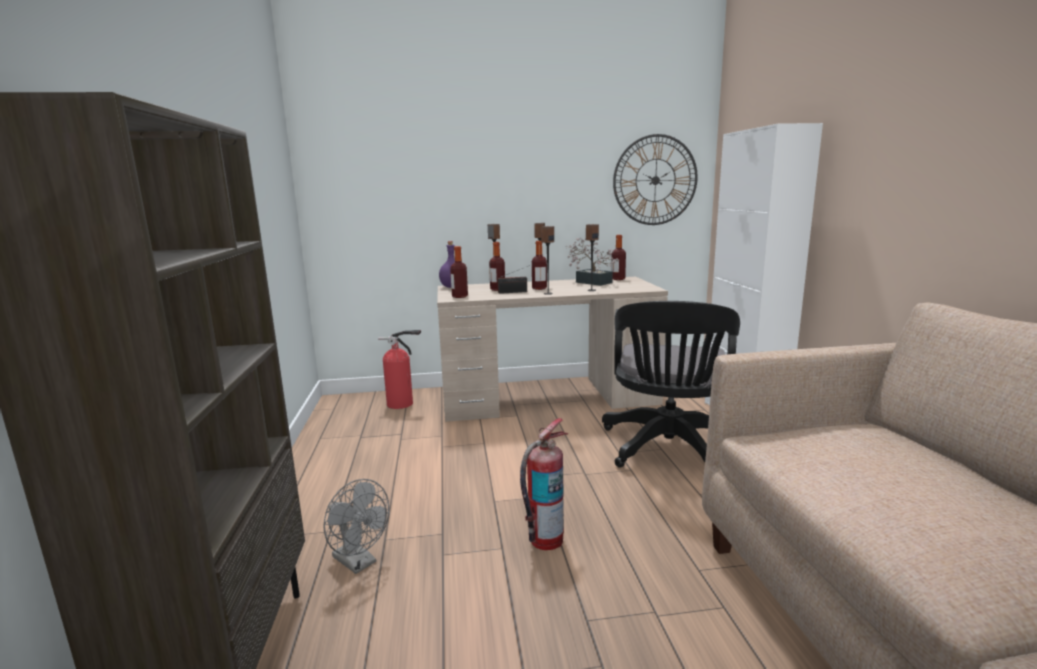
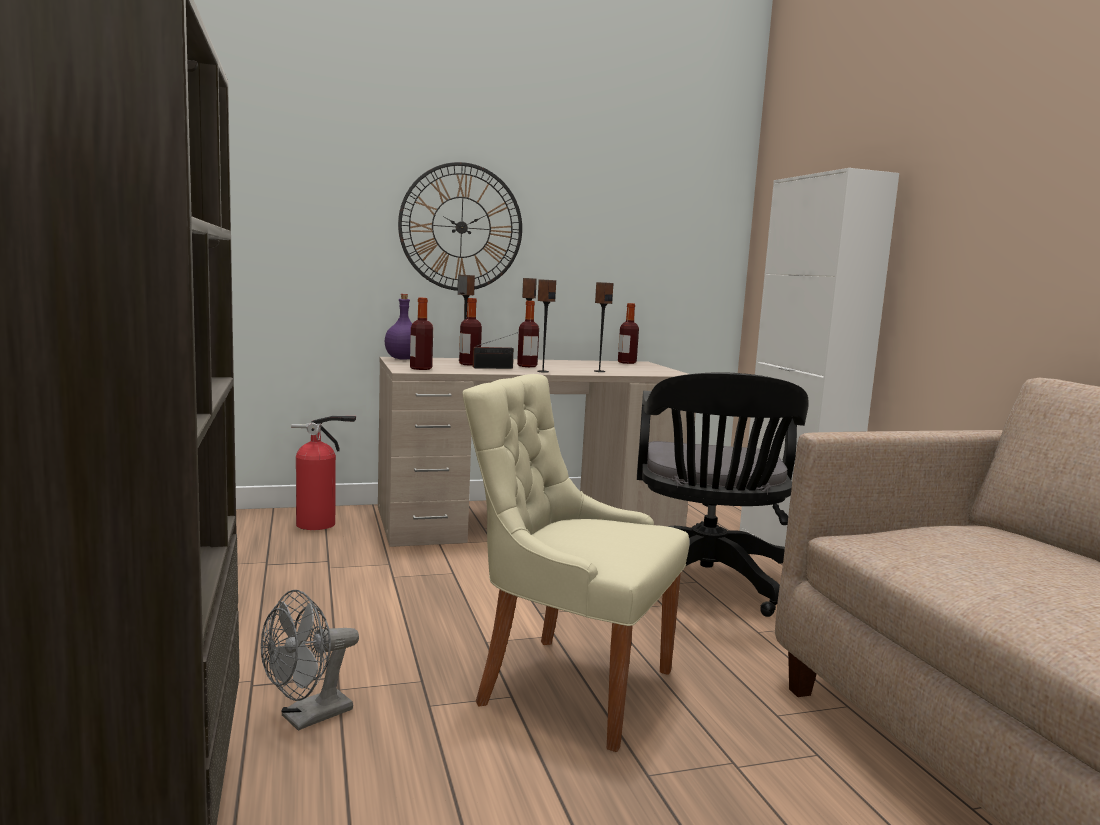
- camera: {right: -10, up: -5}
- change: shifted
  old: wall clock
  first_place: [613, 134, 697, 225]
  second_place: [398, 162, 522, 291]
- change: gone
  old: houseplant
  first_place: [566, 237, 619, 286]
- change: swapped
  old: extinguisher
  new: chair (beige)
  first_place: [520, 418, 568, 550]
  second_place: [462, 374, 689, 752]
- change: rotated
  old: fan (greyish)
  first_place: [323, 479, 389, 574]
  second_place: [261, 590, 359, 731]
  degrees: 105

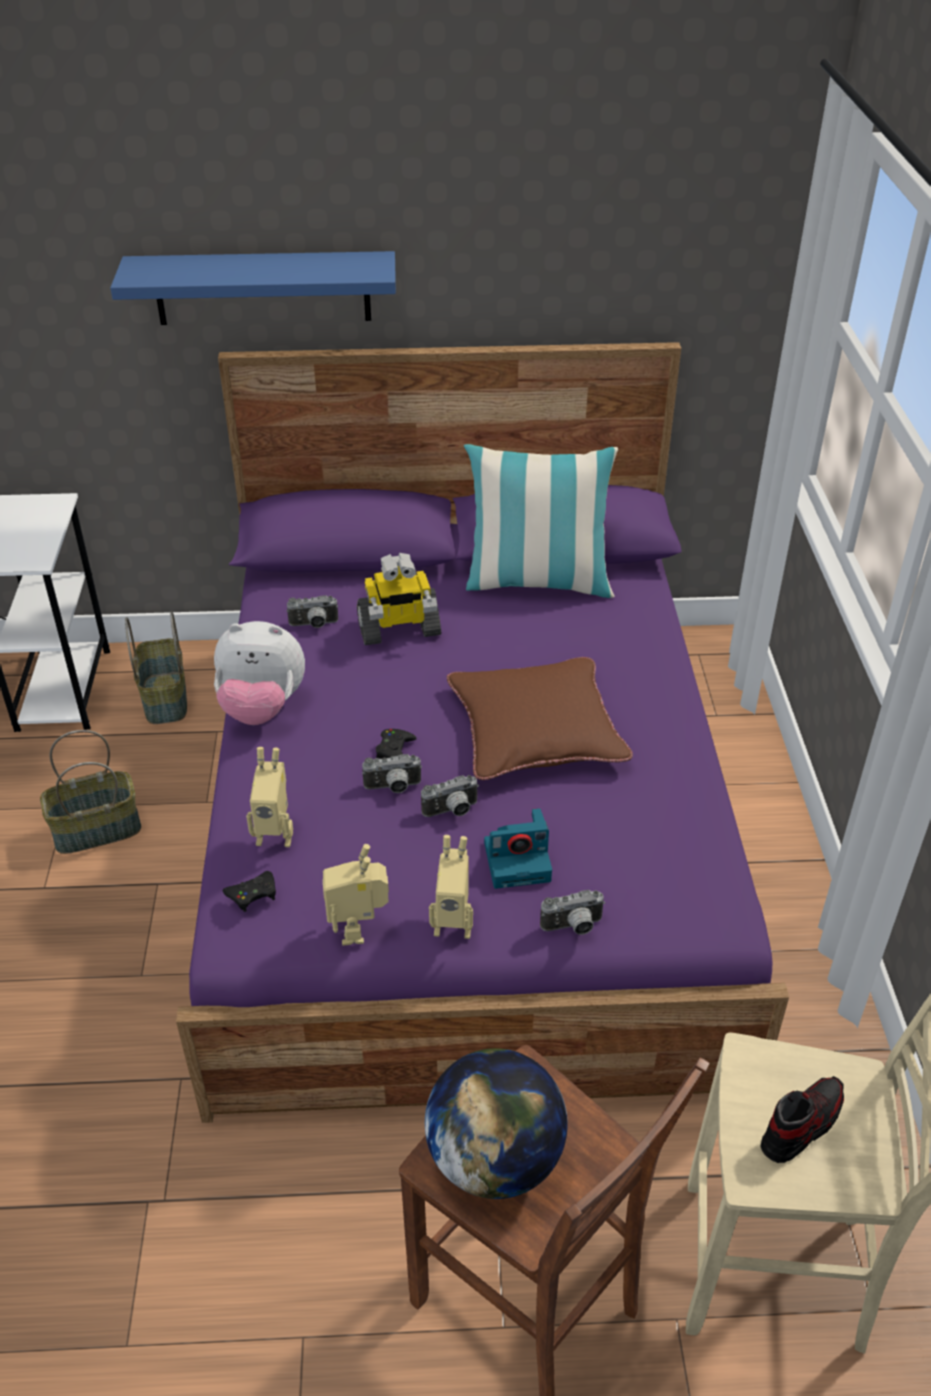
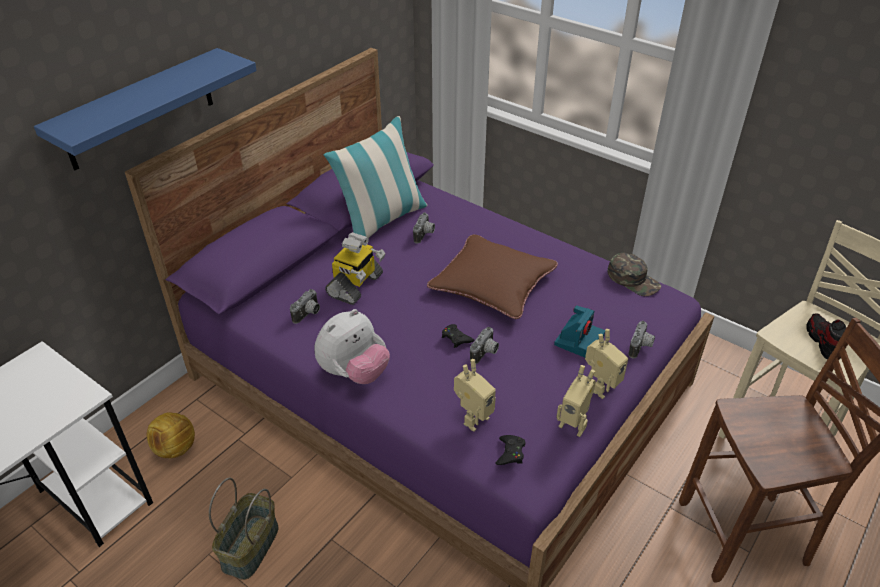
- camera: {right: -50, up: 0}
- change: swapped
  old: storage basket
  new: football ball
  first_place: [125, 611, 187, 724]
  second_place: [146, 412, 195, 458]
- change: shifted
  old: photo camera
  first_place: [421, 775, 479, 817]
  second_place: [413, 212, 435, 244]
- change: gone
  old: globe
  first_place: [425, 1048, 568, 1199]
- change: new
  new: cap (green)
  second_place: [608, 253, 661, 296]

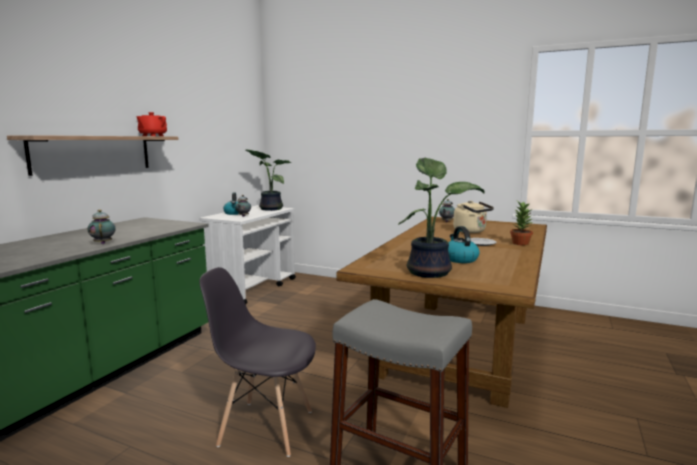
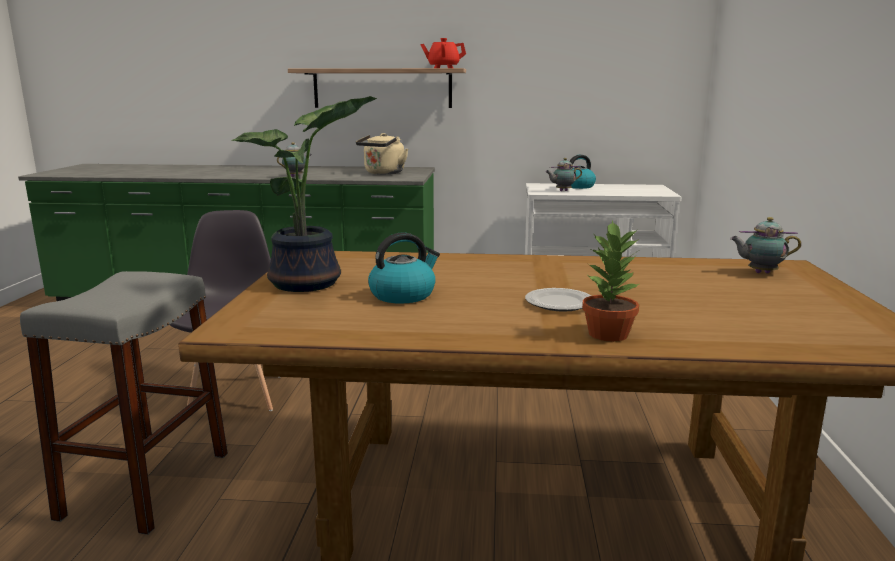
- camera: {right: 70, up: 5}
- change: gone
  old: houseplant
  first_place: [245, 149, 292, 211]
- change: shifted
  old: tea kettle (beige)
  first_place: [453, 201, 494, 233]
  second_place: [356, 133, 408, 174]

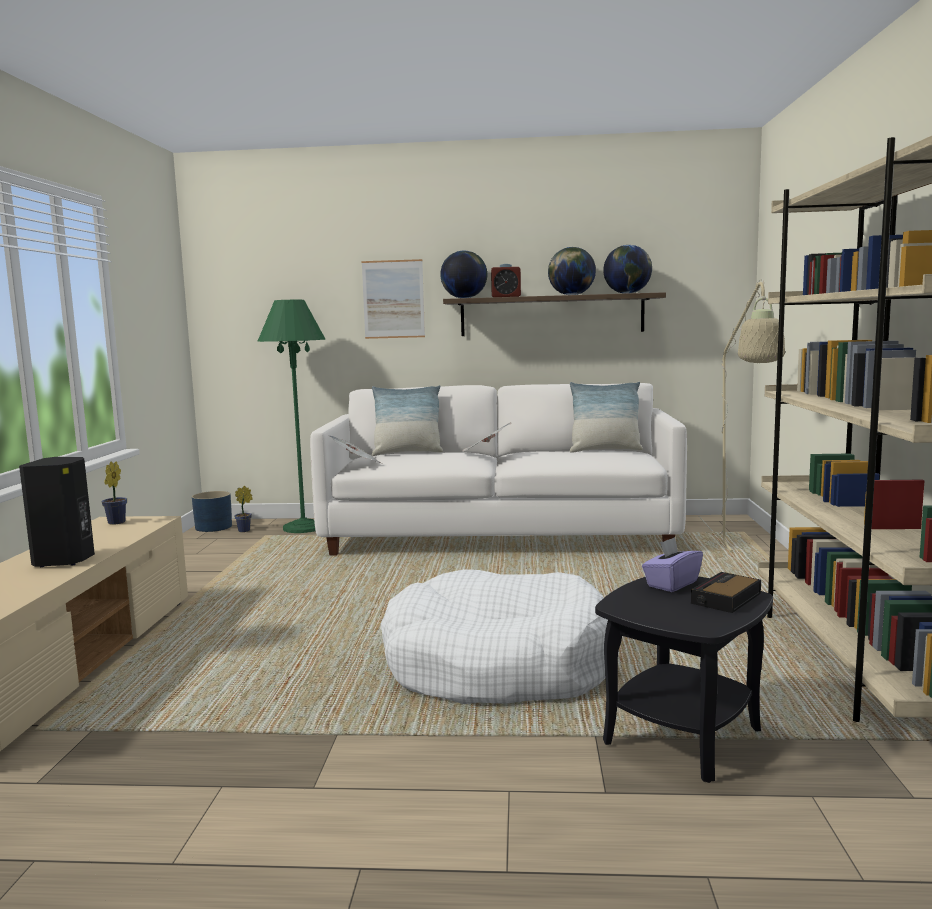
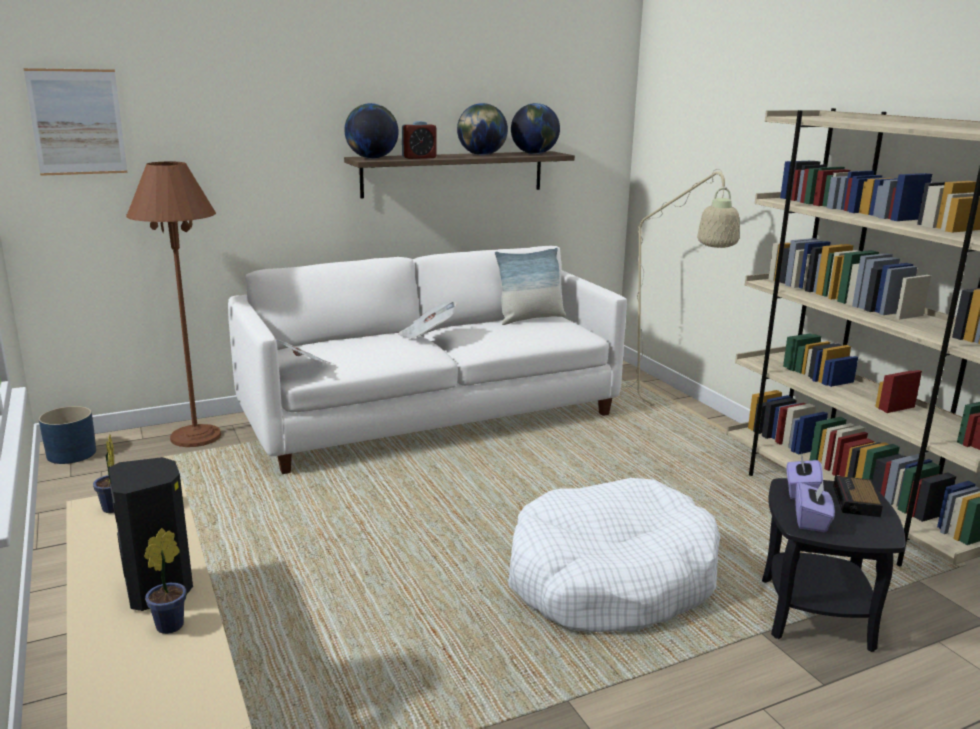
- camera: {right: -30, up: 10}
- change: shifted
  old: wall art
  first_place: [362, 259, 425, 339]
  second_place: [23, 68, 128, 176]
- change: repainted
  old: standard lamp (green)
  new: standard lamp (brown)
  first_place: [257, 300, 325, 533]
  second_place: [126, 162, 221, 447]
- change: gone
  old: cushion
  first_place: [372, 385, 443, 456]
- change: shifted
  old: houseplant
  first_place: [234, 486, 253, 532]
  second_place: [144, 528, 186, 634]
- change: new
  new: tissue box (purple)
  second_place: [795, 480, 835, 532]

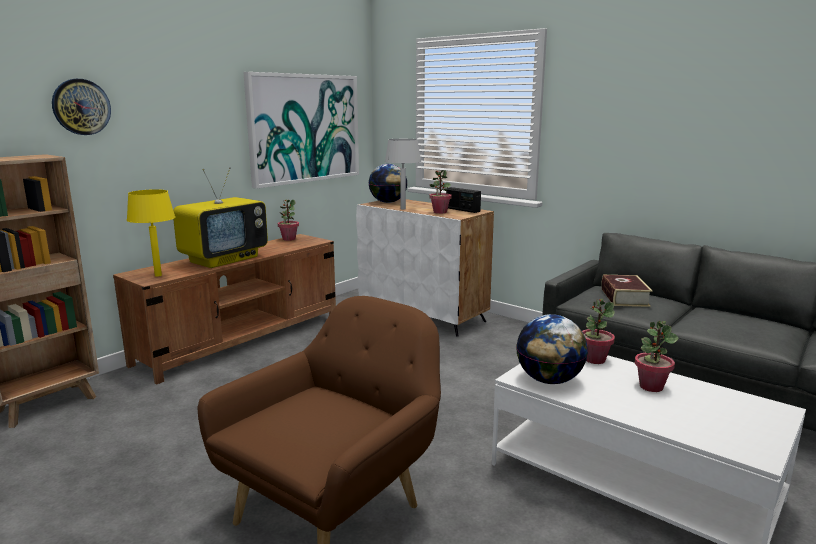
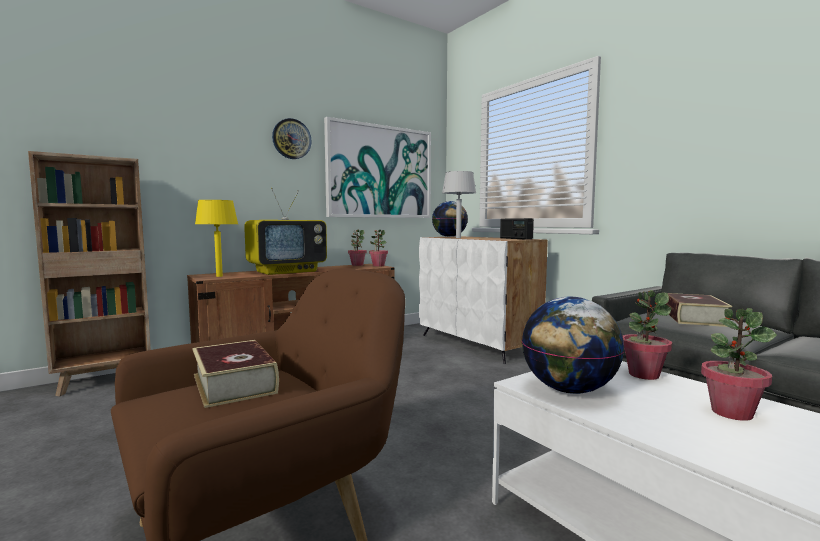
- camera: {right: 15, up: -10}
- change: shifted
  old: wall clock
  first_place: [52, 79, 111, 135]
  second_place: [272, 118, 311, 159]
- change: shifted
  old: houseplant
  first_place: [429, 170, 452, 214]
  second_place: [369, 230, 388, 267]
- change: new
  new: volume
  second_place: [192, 340, 279, 408]

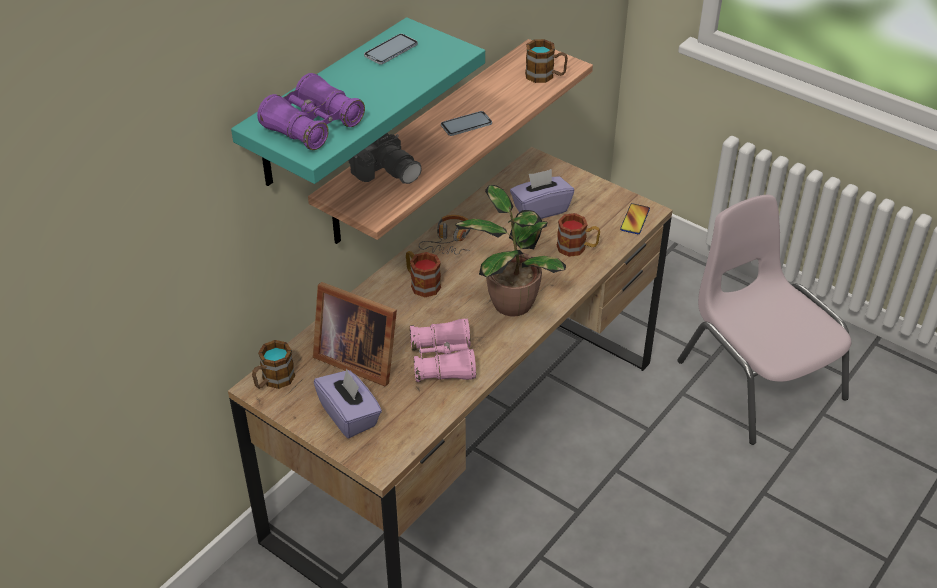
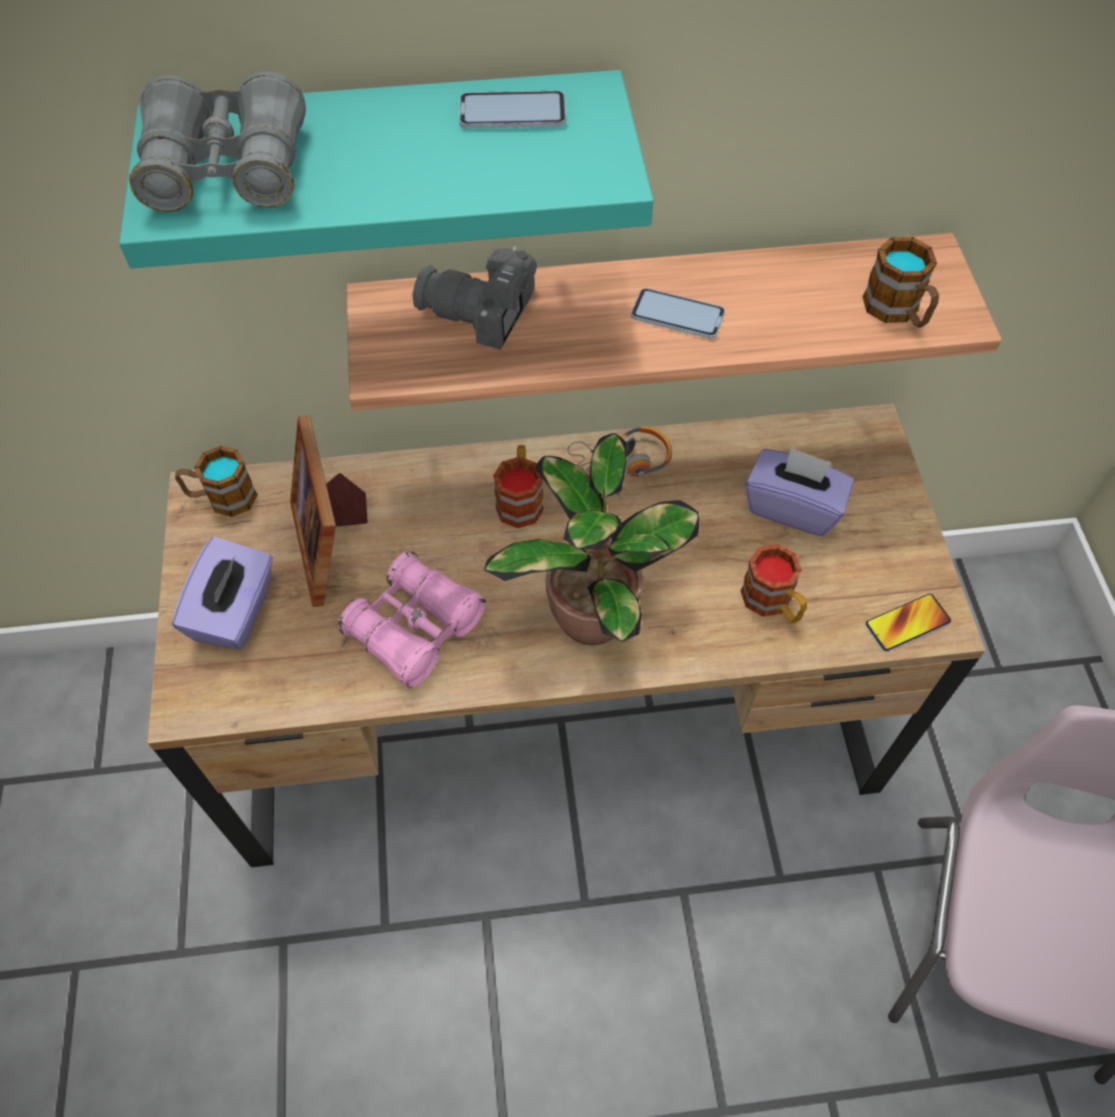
- camera: {right: 45, up: 15}
- change: repainted
  old: pair of binoculars (purple)
  new: pair of binoculars (greyish)
  first_place: [257, 73, 365, 150]
  second_place: [129, 71, 306, 212]
- change: rotated
  old: photo camera
  first_place: [348, 133, 422, 184]
  second_place: [412, 246, 537, 350]
  degrees: 105

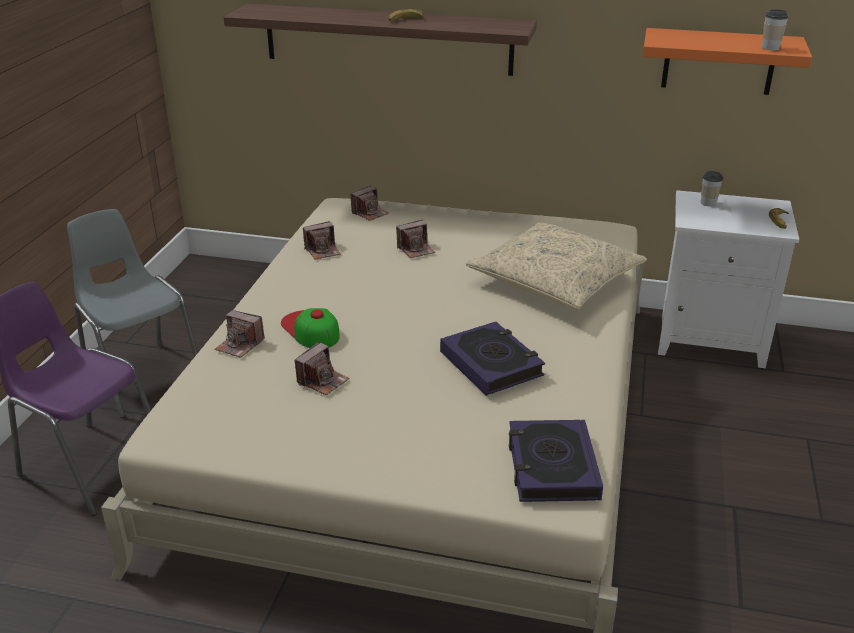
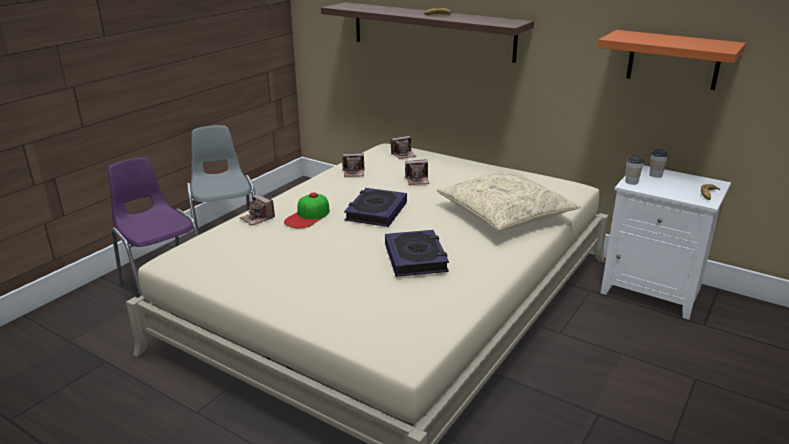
- camera: {right: 20, up: -5}
- change: shifted
  old: small cup
  first_place: [762, 9, 788, 50]
  second_place: [625, 155, 644, 185]
- change: rotated
  old: cap
  first_place: [281, 308, 340, 348]
  second_place: [284, 193, 330, 228]
  degrees: -135
- change: gone
  old: photo camera
  first_place: [295, 342, 349, 395]
- change: shifted
  old: volume
  first_place: [509, 420, 603, 502]
  second_place: [344, 188, 407, 227]

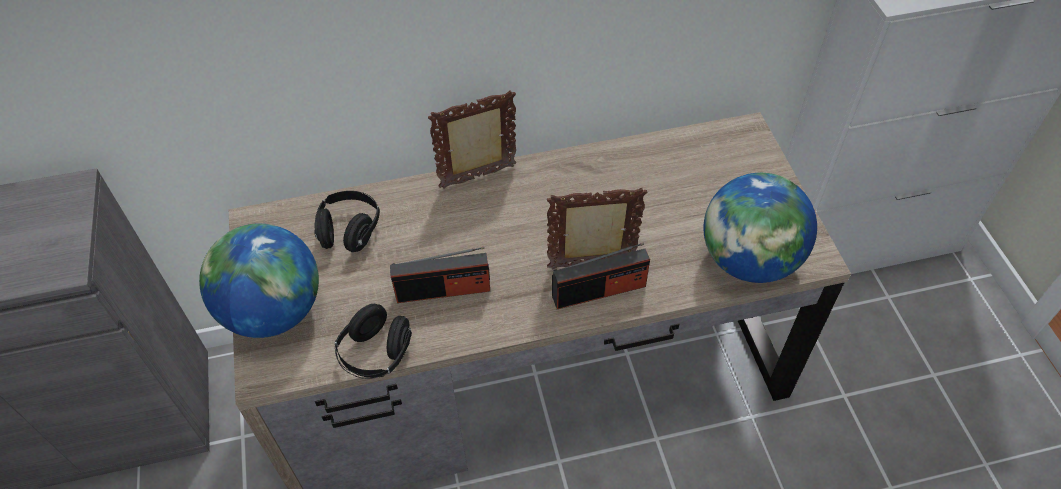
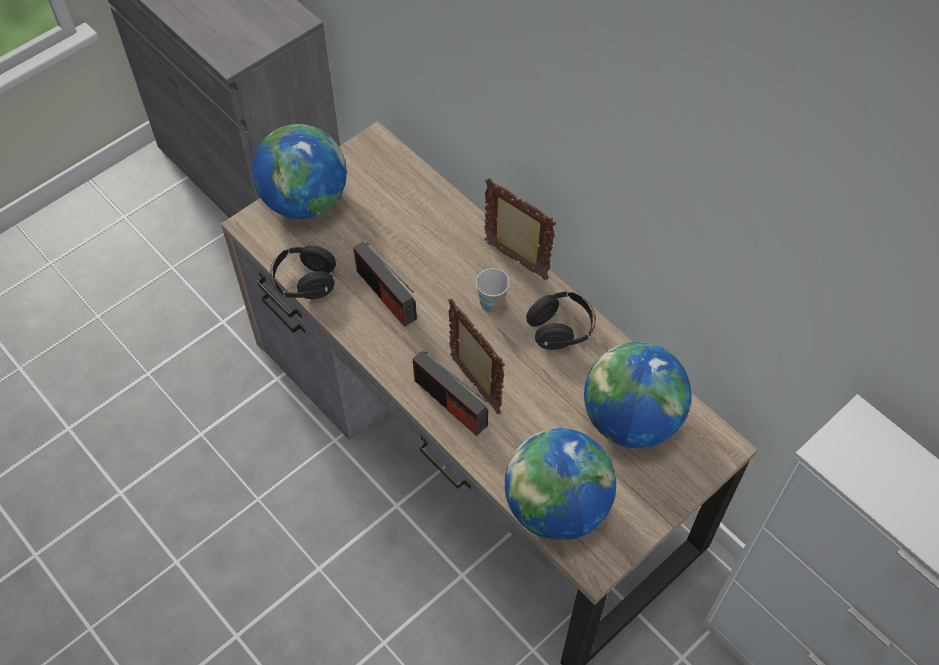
- camera: {right: 60, up: 5}
- change: shifted
  old: headset (black)
  first_place: [315, 191, 380, 252]
  second_place: [526, 291, 596, 350]
- change: new
  new: small cup
  second_place: [476, 268, 510, 313]
- change: new
  new: globe
  second_place: [584, 342, 691, 448]

